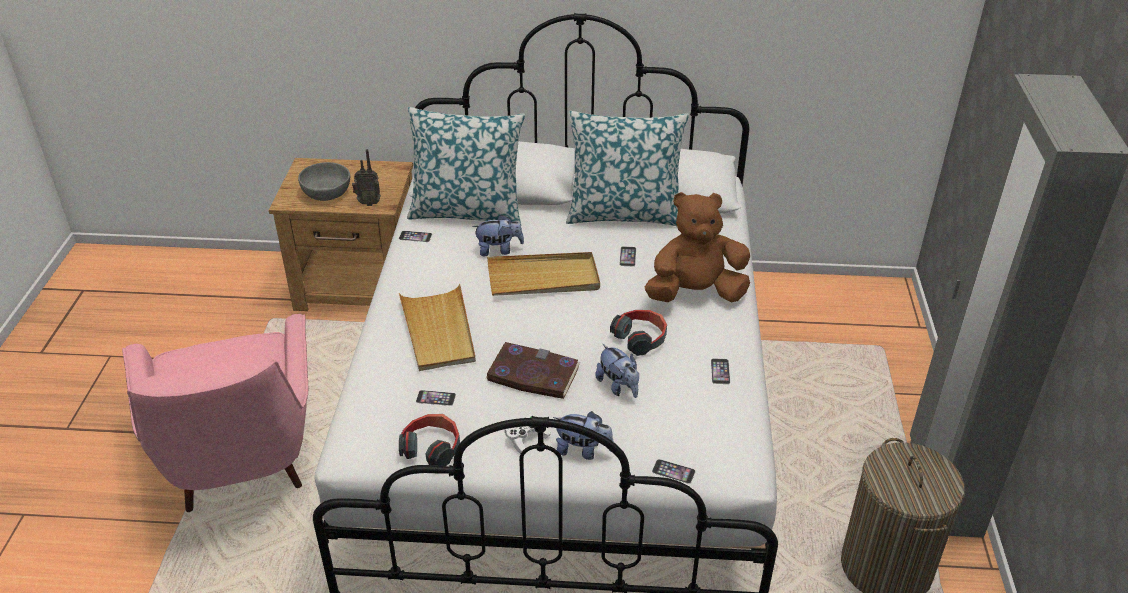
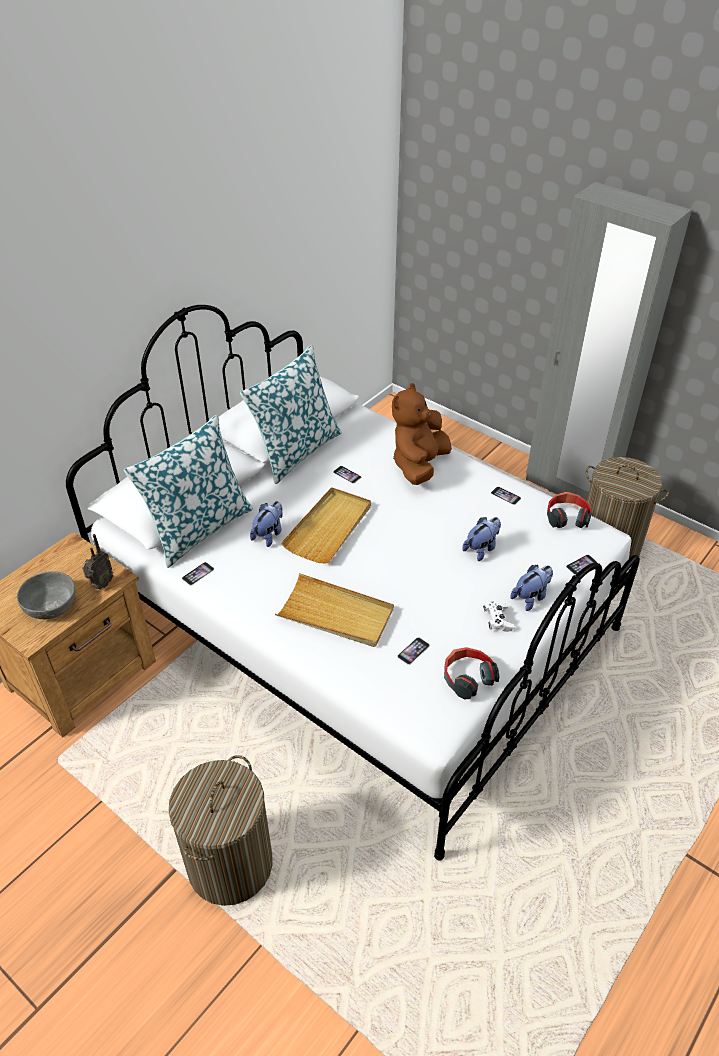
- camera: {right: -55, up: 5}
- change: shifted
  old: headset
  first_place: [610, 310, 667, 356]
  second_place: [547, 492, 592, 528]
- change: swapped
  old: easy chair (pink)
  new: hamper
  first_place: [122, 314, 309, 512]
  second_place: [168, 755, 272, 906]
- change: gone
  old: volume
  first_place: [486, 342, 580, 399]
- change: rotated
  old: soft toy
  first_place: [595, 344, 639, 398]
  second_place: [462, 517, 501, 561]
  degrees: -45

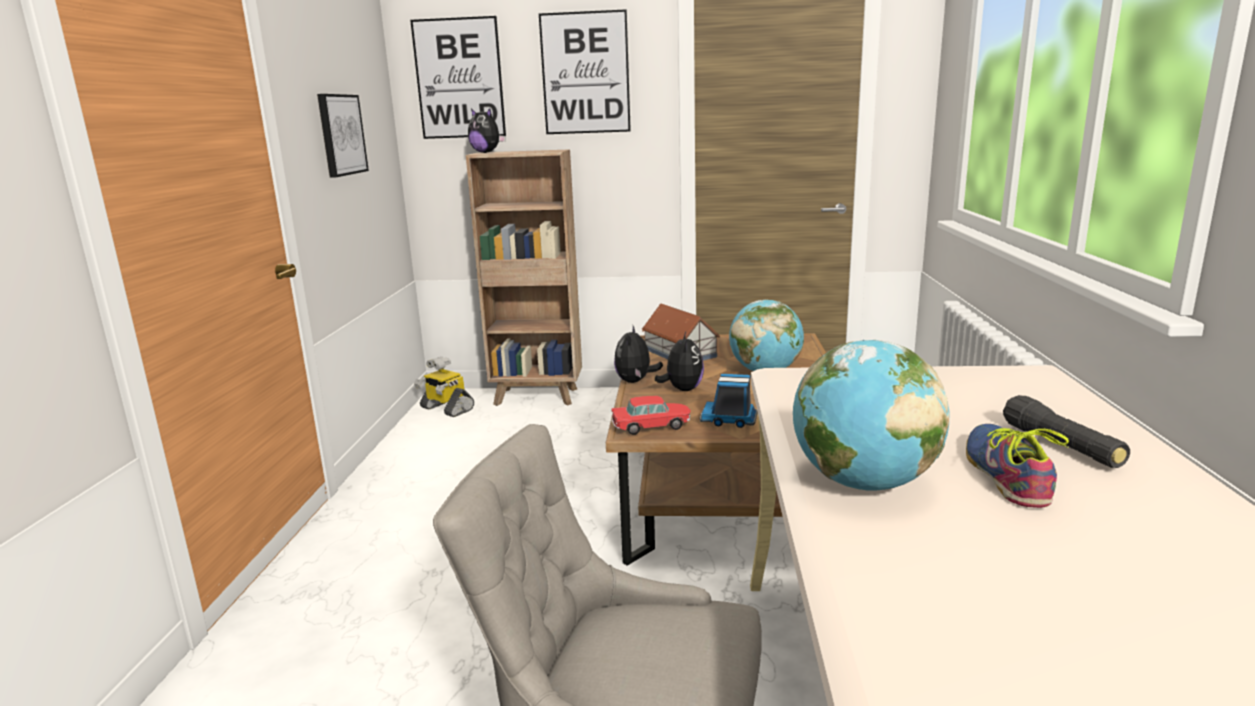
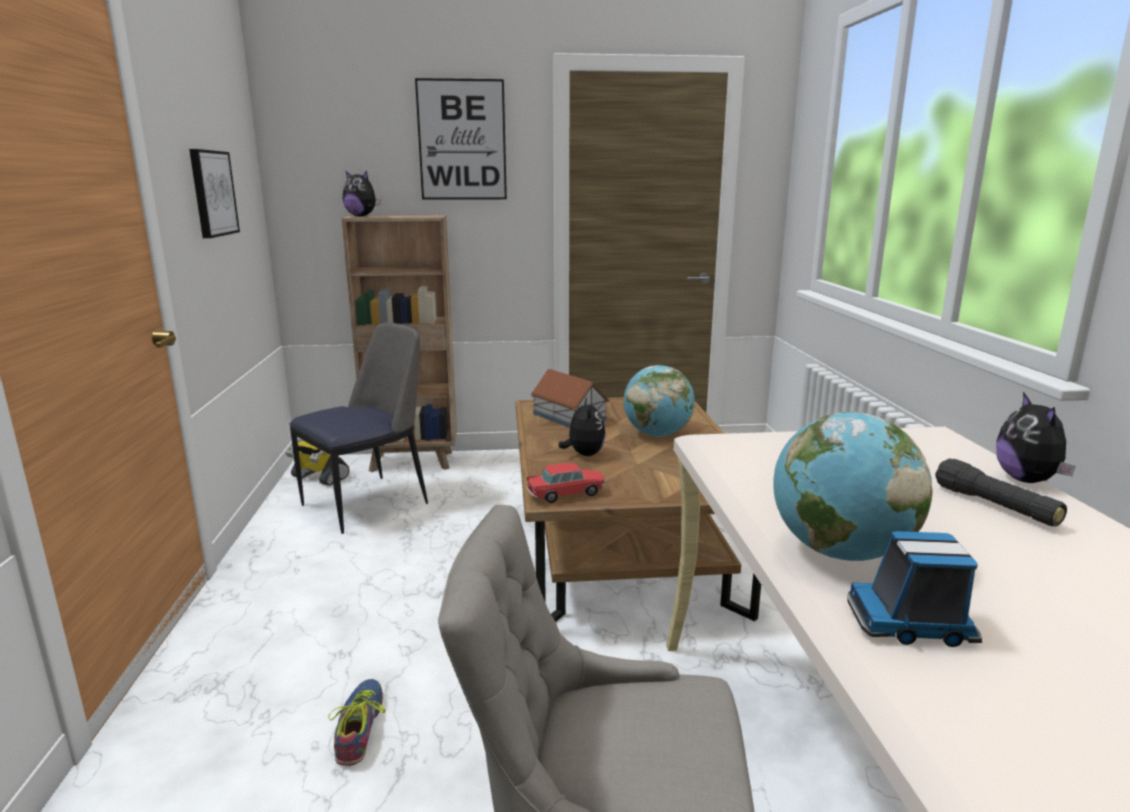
- camera: {right: -10, up: 0}
- change: gone
  old: wall art
  first_place: [410, 16, 506, 139]
- change: shifted
  old: soft toy
  first_place: [614, 326, 663, 383]
  second_place: [996, 392, 1076, 483]
- change: shifted
  old: model truck
  first_place: [700, 374, 758, 428]
  second_place: [847, 531, 982, 647]
- change: shifted
  old: low shoe
  first_place: [966, 424, 1069, 508]
  second_place: [328, 679, 386, 766]
- change: new
  new: chair
  second_place: [289, 323, 428, 534]

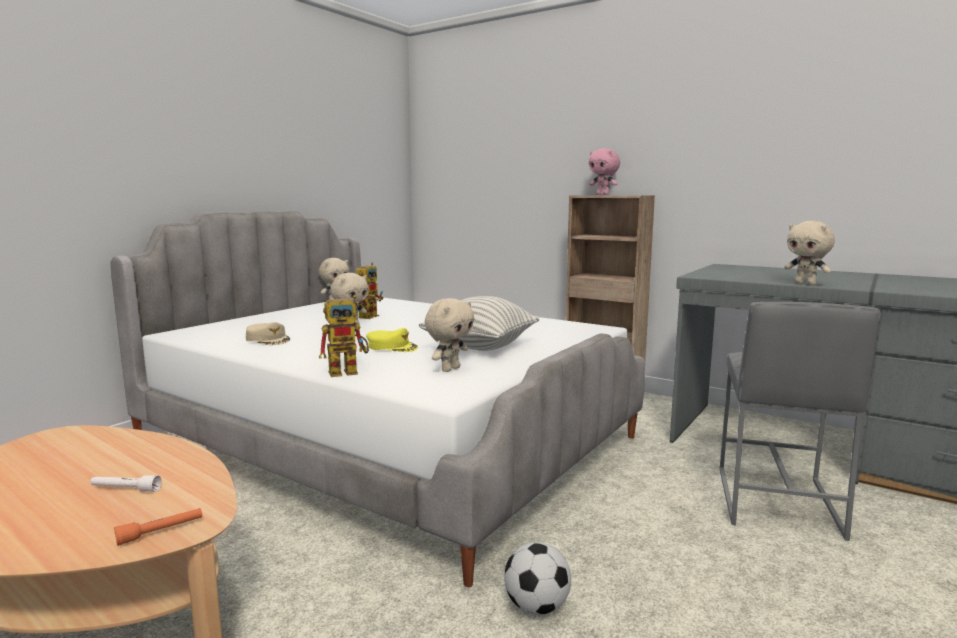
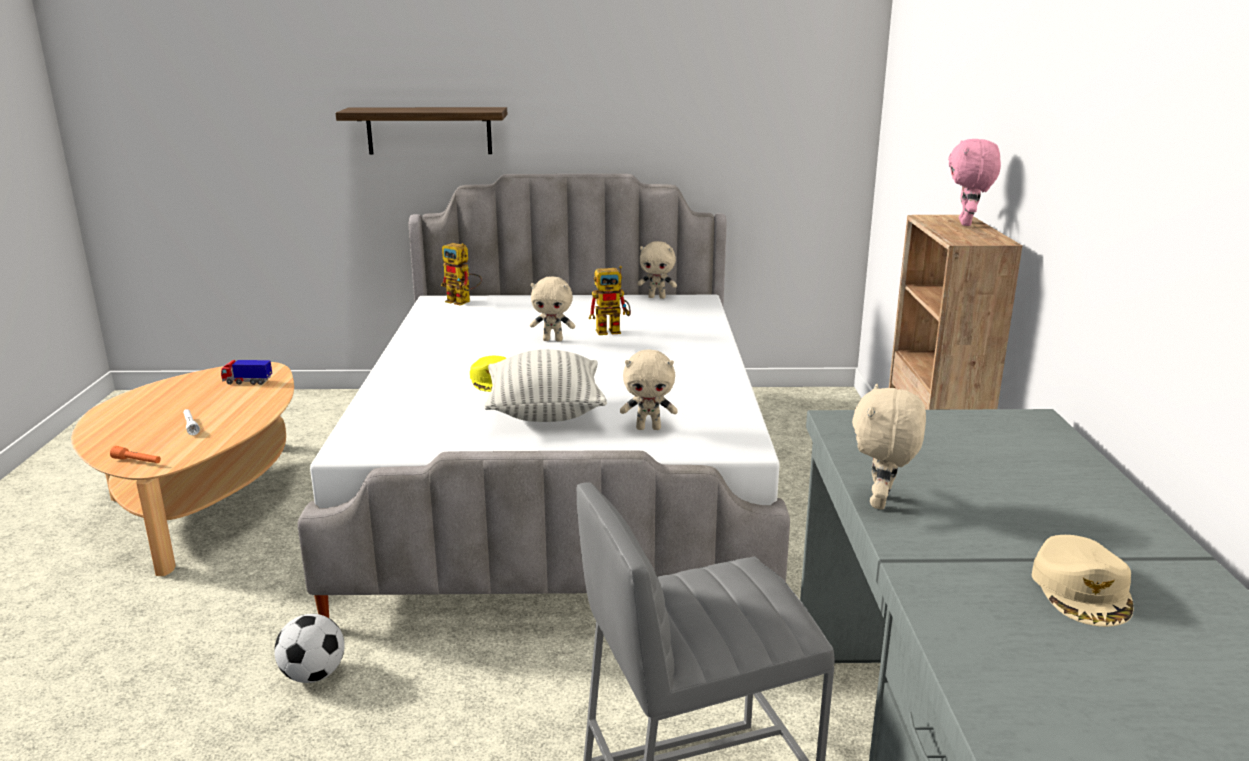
- camera: {right: 55, up: 10}
- change: shifted
  old: robot figure
  first_place: [319, 295, 369, 377]
  second_place: [441, 243, 482, 305]
- change: shifted
  old: soft toy (beige)
  first_place: [425, 298, 474, 372]
  second_place: [620, 349, 678, 430]
- change: shifted
  old: cap (beige)
  first_place: [246, 322, 290, 345]
  second_place: [1032, 535, 1133, 627]
- change: new
  new: bracket shelf
  second_place: [336, 107, 508, 155]
- change: new
  new: model truck
  second_place: [221, 360, 272, 385]

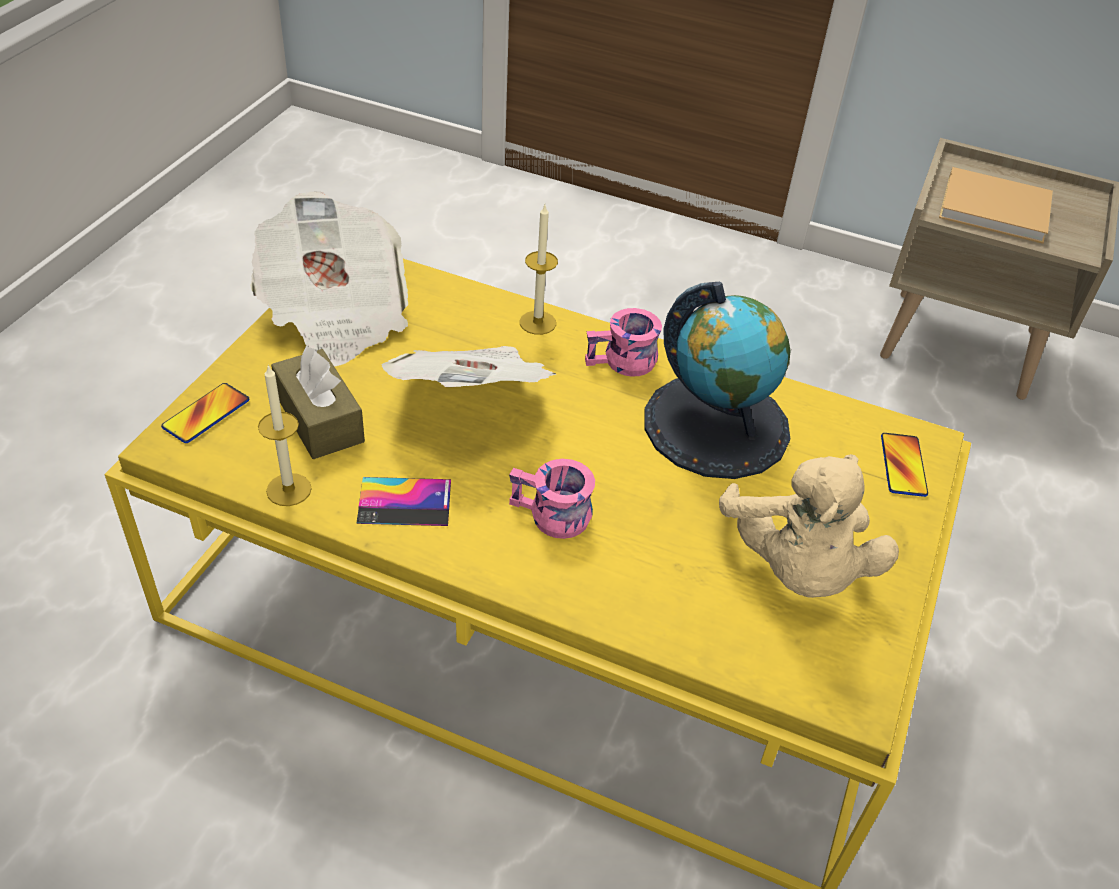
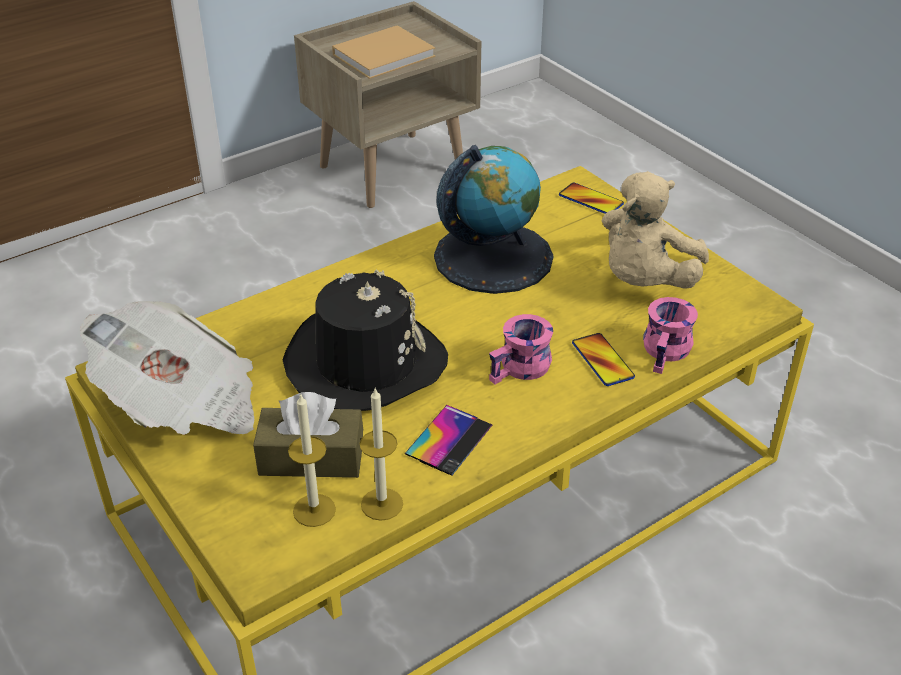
- camera: {right: -55, up: -5}
- change: shifted
  old: wax light
  first_place: [520, 205, 558, 335]
  second_place: [288, 393, 336, 527]
- change: shifted
  old: tea mug (pink)
  first_place: [585, 308, 662, 377]
  second_place: [643, 297, 698, 374]
- change: swapped
  old: newspaper
  new: hat (black)
  first_place: [381, 346, 556, 387]
  second_place: [283, 270, 448, 411]
- change: shifted
  old: phone
  first_place: [161, 383, 249, 443]
  second_place: [572, 333, 635, 386]
- change: rotated
  old: soft toy (beige)
  first_place: [719, 454, 899, 598]
  second_place: [602, 171, 709, 288]
  degrees: 90

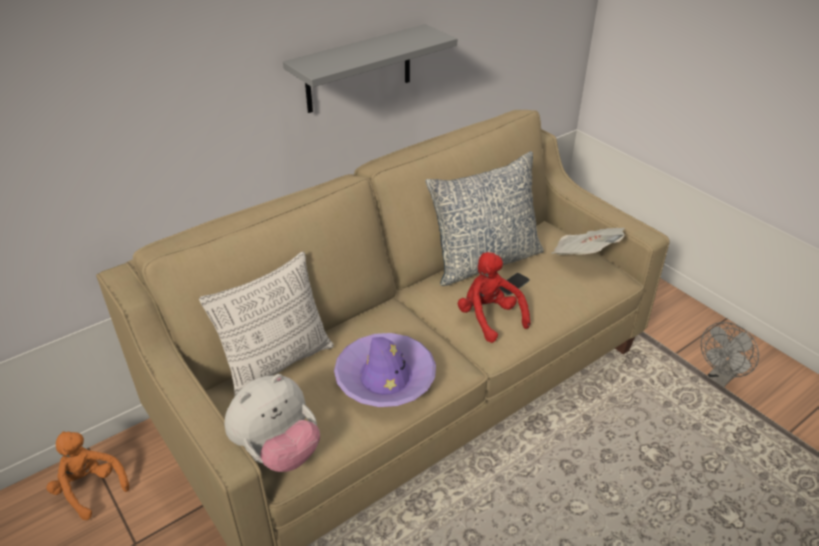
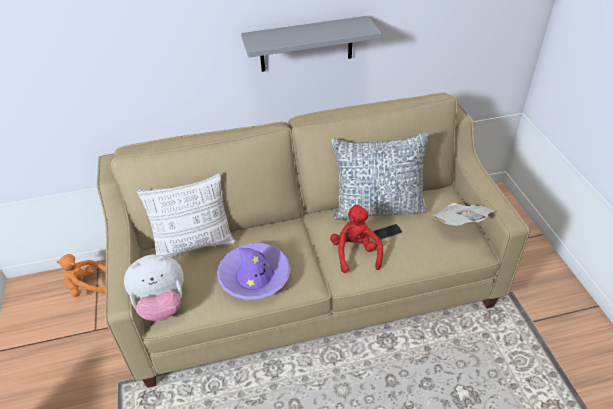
- camera: {right: 25, up: 5}
- change: gone
  old: fan (greyish)
  first_place: [701, 322, 759, 387]
- change: rotated
  old: soft toy (orange-coloured)
  first_place: [46, 431, 129, 520]
  second_place: [57, 254, 106, 297]
  degrees: -75

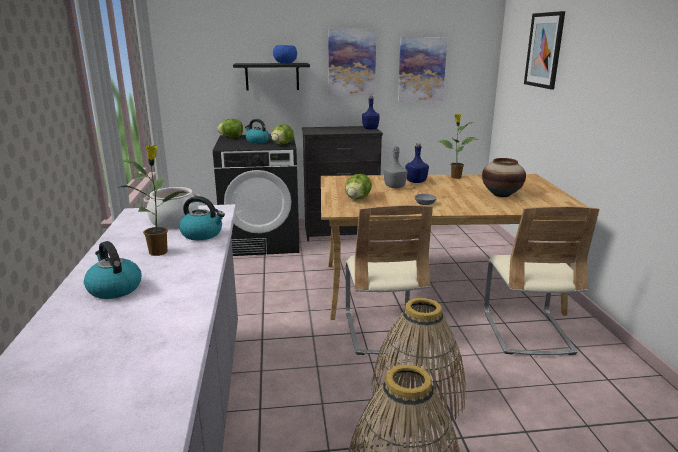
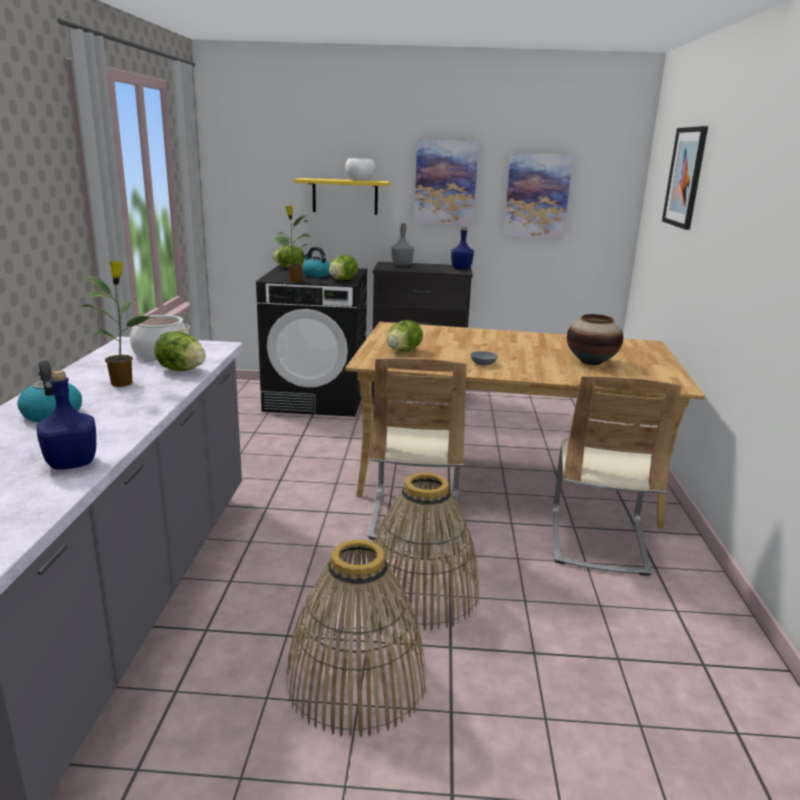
- camera: {right: 10, up: 0}
- change: repainted
  old: deep dish (bluish)
  new: deep dish (whitish)
  first_place: [273, 45, 297, 63]
  second_place: [345, 158, 375, 181]
- change: repainted
  old: bracket shelf (black)
  new: bracket shelf (yellowish)
  first_place: [233, 63, 310, 91]
  second_place: [294, 178, 390, 214]
- change: shifted
  old: houseplant
  first_place: [438, 114, 479, 179]
  second_place: [274, 205, 310, 282]
- change: shifted
  old: bottle (bluish)
  first_place: [405, 143, 429, 183]
  second_place: [36, 370, 96, 470]
- change: shifted
  old: bottle (greyish)
  first_place: [384, 147, 407, 188]
  second_place: [391, 223, 414, 266]
- change: swapped
  old: tea kettle
  new: head of lettuce
  first_place: [179, 196, 225, 240]
  second_place: [155, 331, 206, 371]

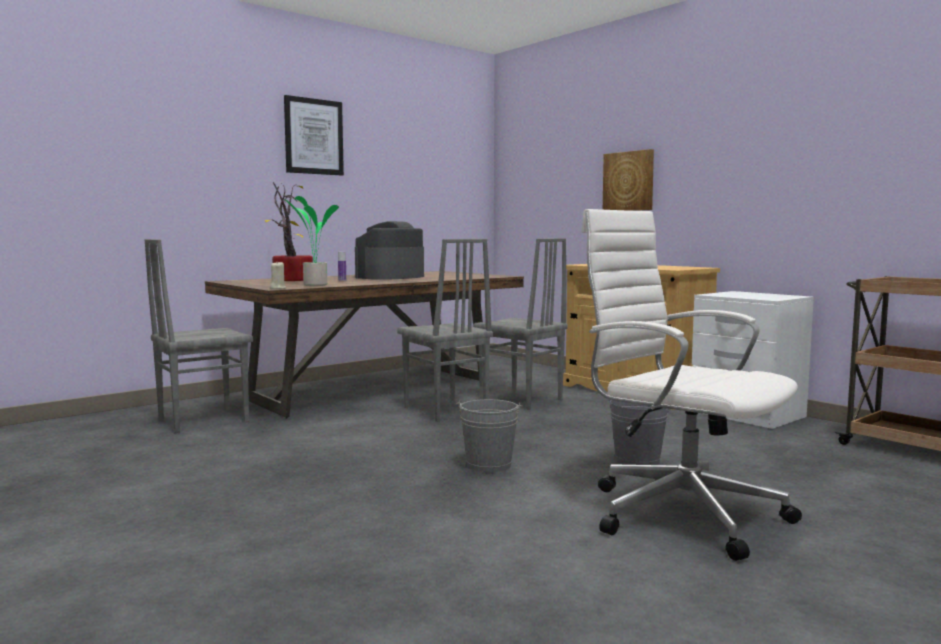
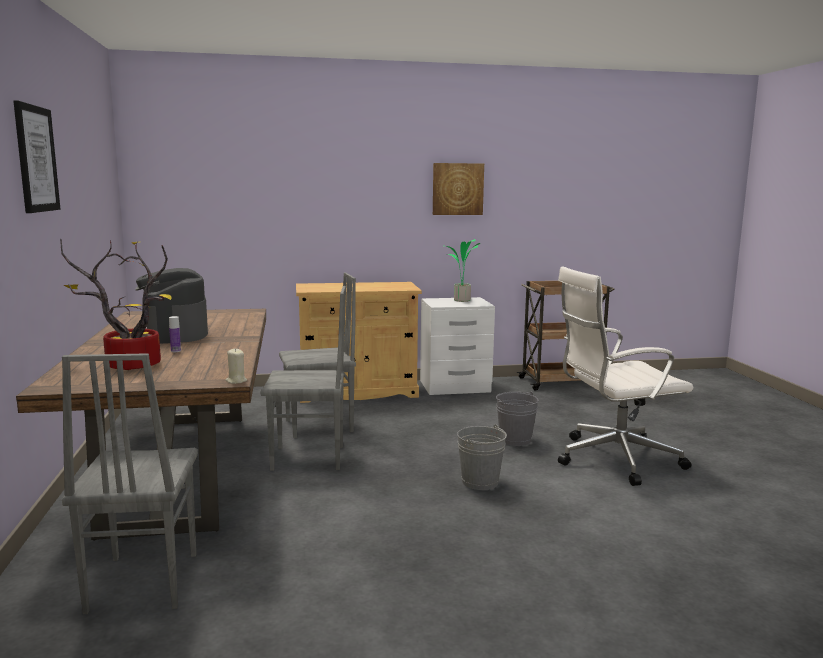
- camera: {right: -60, up: 5}
- change: shifted
  old: wall art
  first_place: [603, 149, 654, 211]
  second_place: [433, 163, 484, 215]
- change: shifted
  old: houseplant
  first_place: [284, 196, 339, 286]
  second_place: [447, 239, 481, 302]

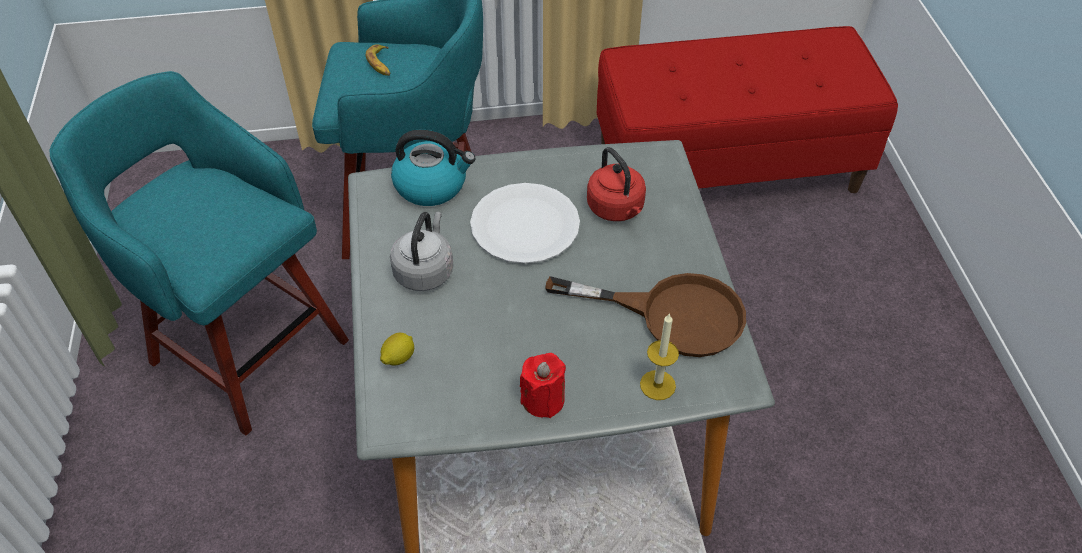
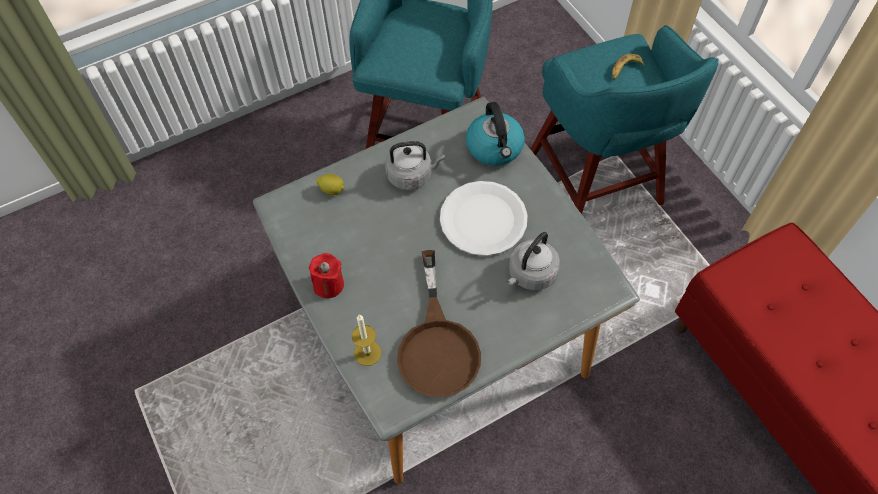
- camera: {right: 70, up: 10}
- change: repainted
  old: tea kettle (red-coloured)
  new: tea kettle (greyish)
  first_place: [587, 147, 646, 221]
  second_place: [507, 232, 560, 291]

